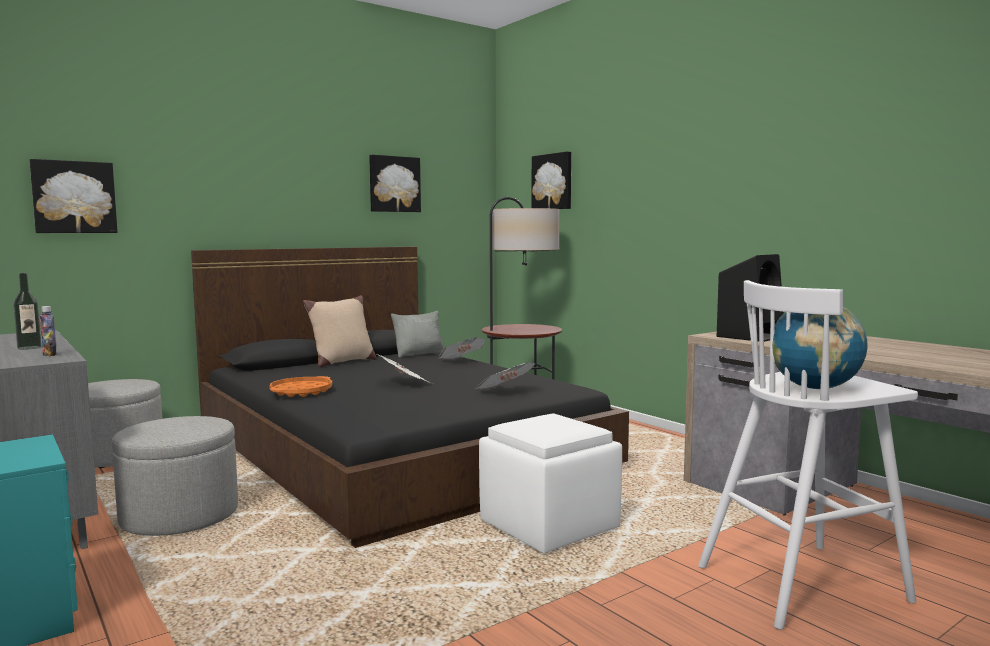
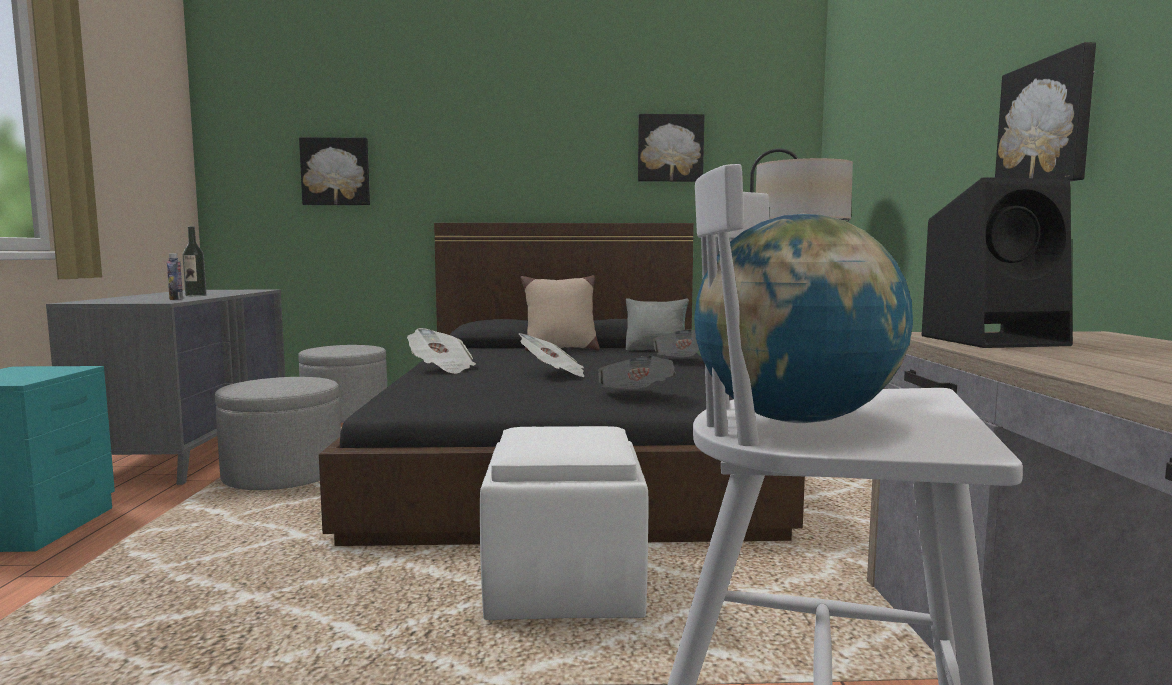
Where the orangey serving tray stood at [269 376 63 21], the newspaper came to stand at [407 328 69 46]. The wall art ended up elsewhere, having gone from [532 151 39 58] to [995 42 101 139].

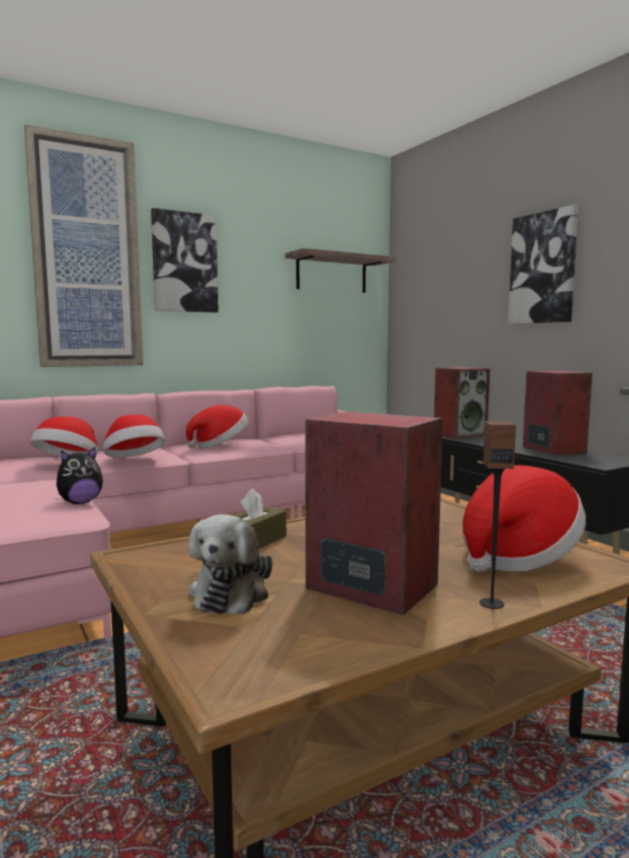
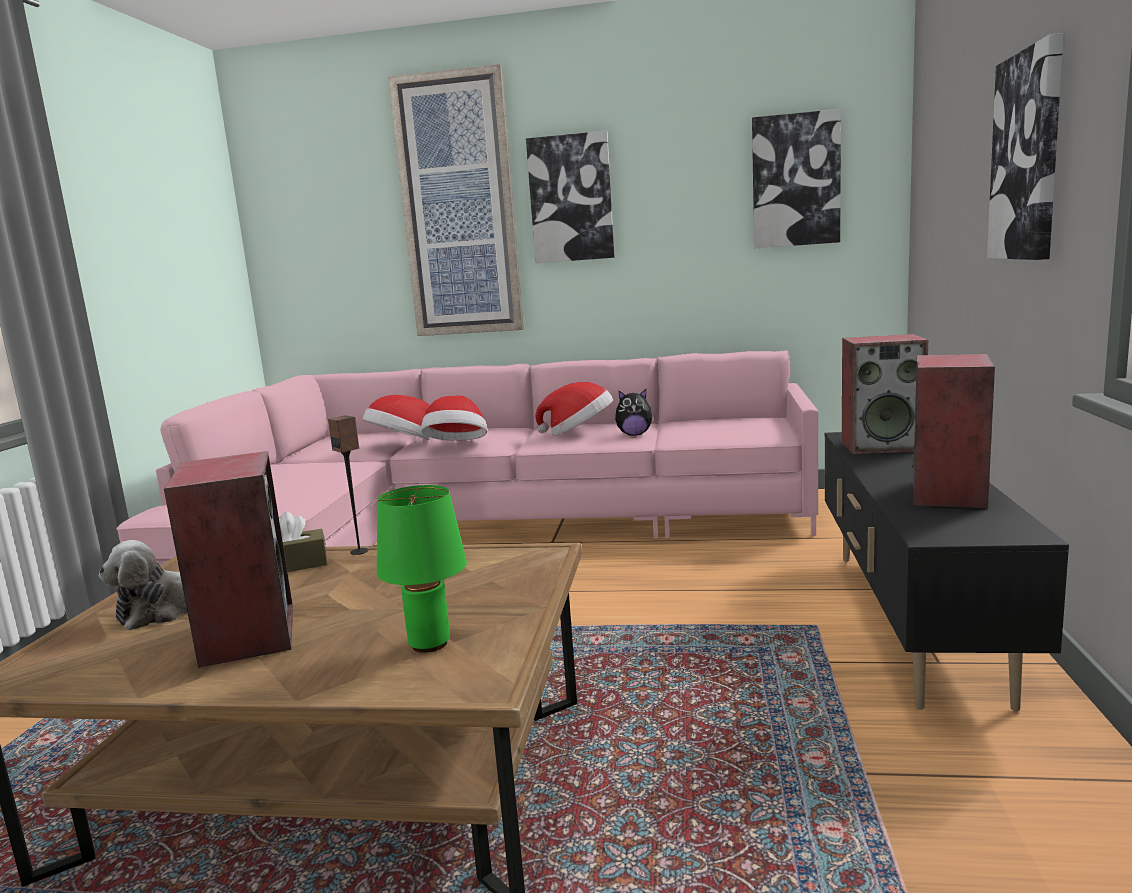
The cuddly toy ended up elsewhere, having gone from [56 447 47 57] to [615 389 40 47]. Where the shelf hung at [285 248 111 45], the wall art came to hang at [752 109 89 139]. Where the clothing hat stood at [462 465 124 107], the green-coloured tabletop lamp came to stand at [377 485 90 168]. The loudspeaker ended up elsewhere, having gone from [479 421 37 188] to [328 415 41 140].

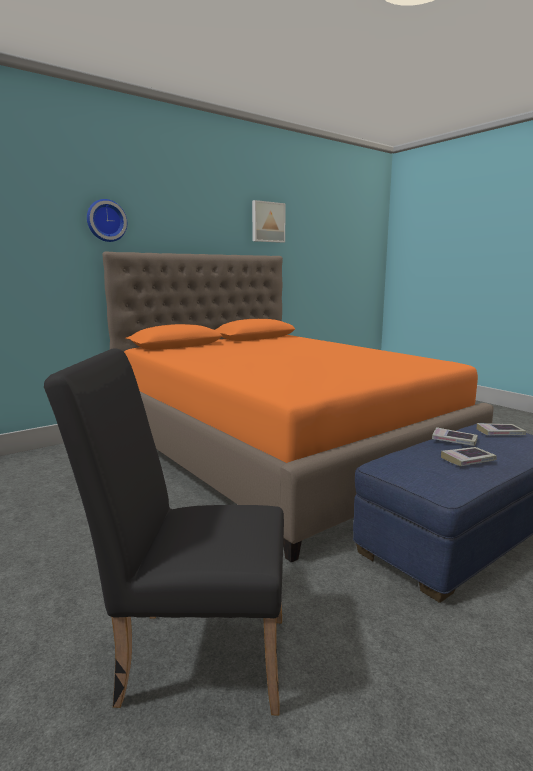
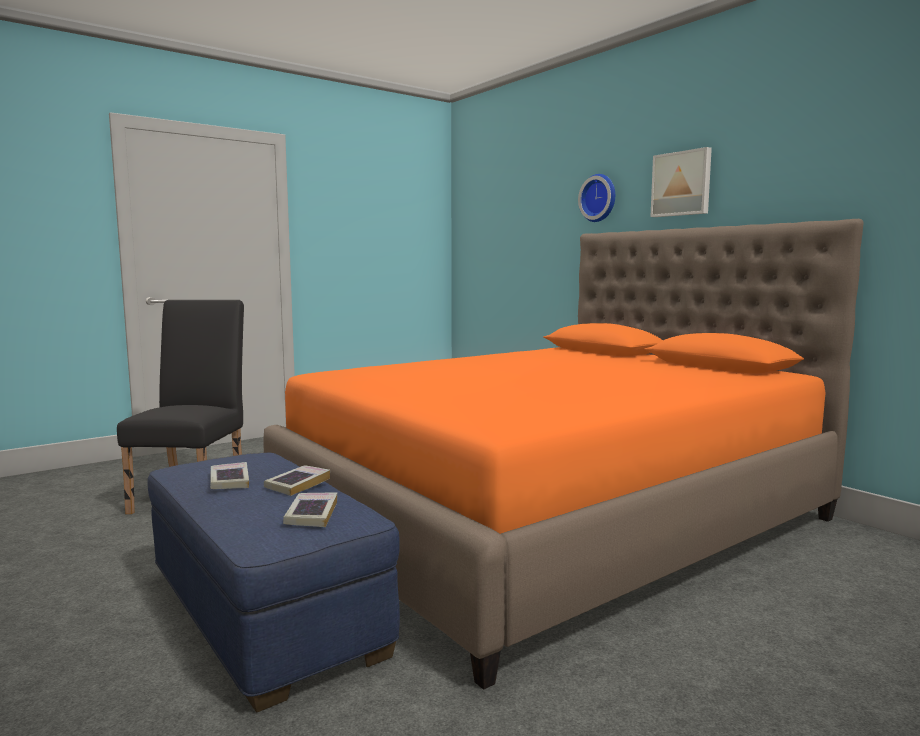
The wall art ended up elsewhere, having gone from [252 200 34 43] to [650 147 62 70].

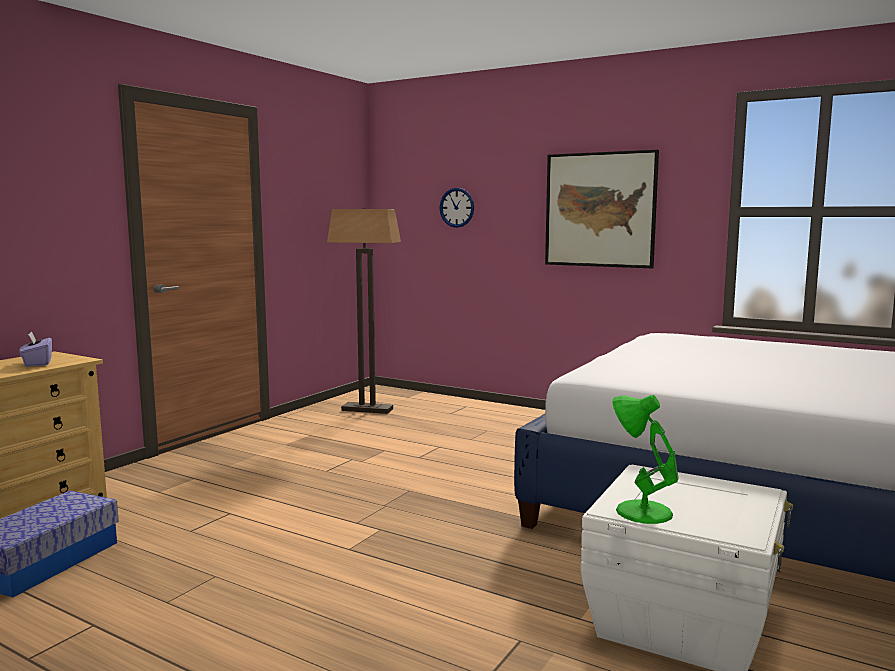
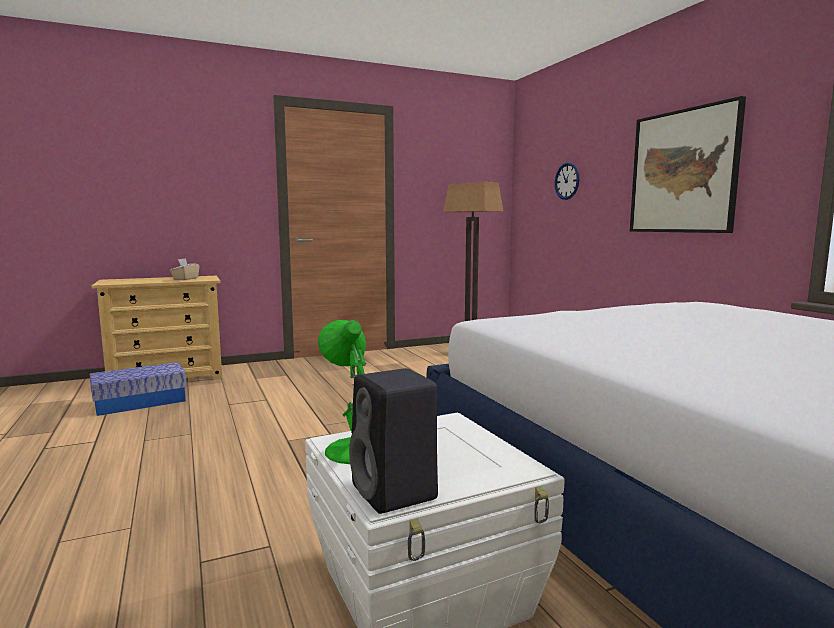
What was the purple-coloured box of tissues at [19 331 33 36] turned into the sand-coloured box of tissues at [170 258 29 22]. The second view gained the blackish loudspeaker at [349 368 89 146].

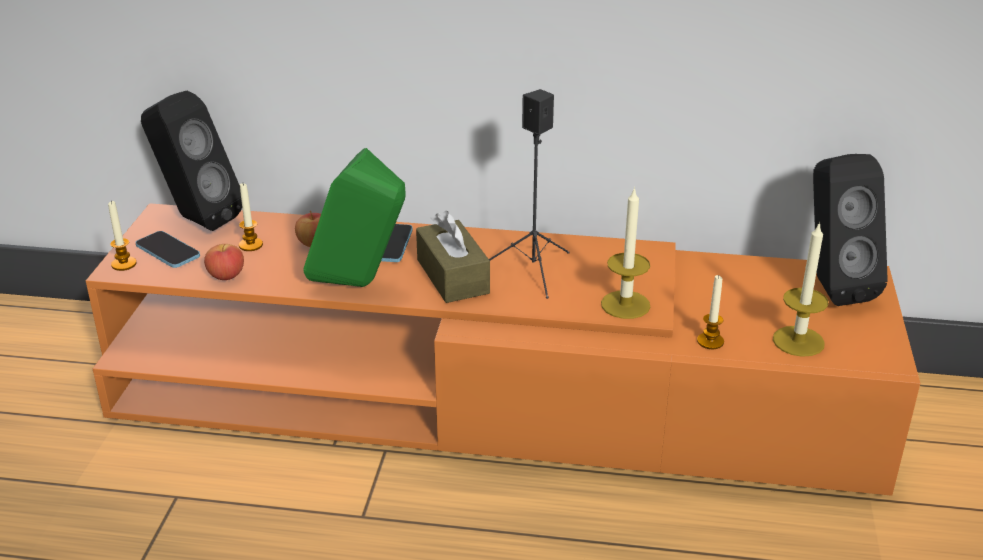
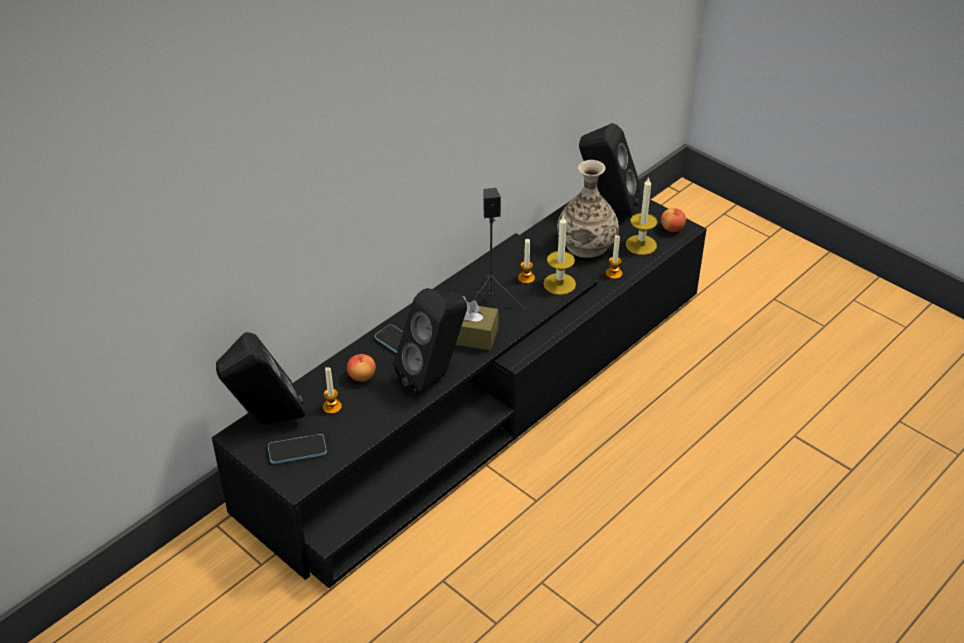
What was the orangey tv unit at [86 203 834 293] turned into the blackish tv unit at [212 194 495 394]. The wax candle ended up elsewhere, having gone from [108 201 29 70] to [518 239 17 45]. The whole apple ended up elsewhere, having gone from [204 244 40 36] to [661 208 25 24]. What was the green-coloured loudspeaker at [304 148 102 139] turned into the blackish loudspeaker at [394 288 73 107]. The second view gained the vase at [557 160 62 98].

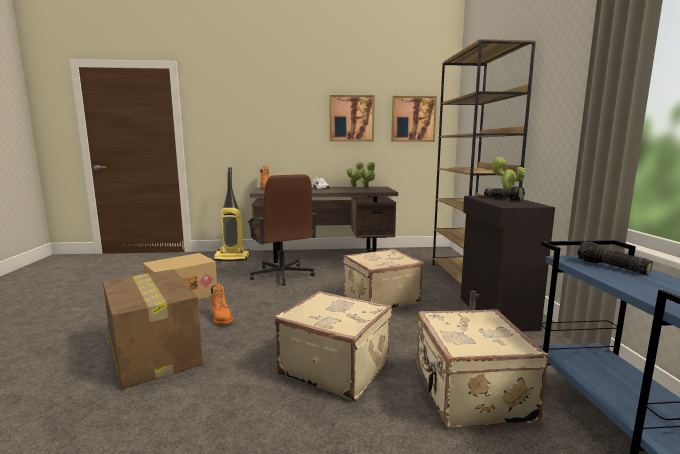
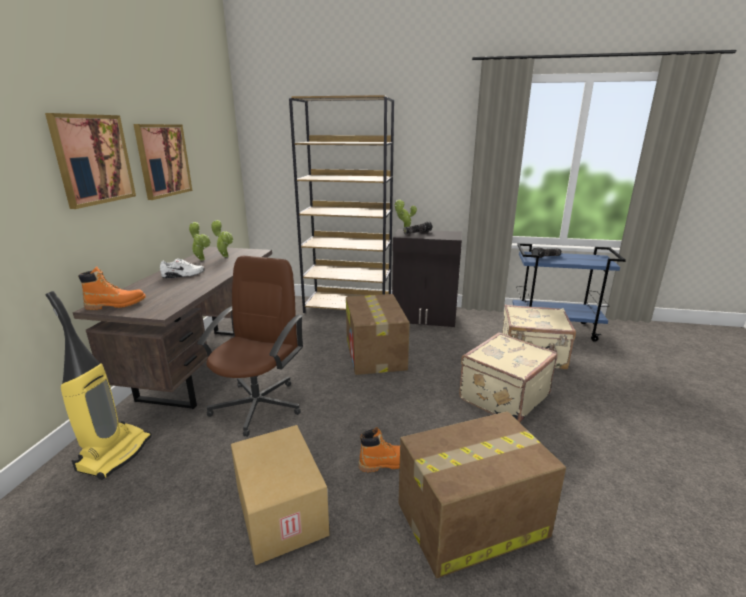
The brown-coloured computer chair at [248 174 68 112] ended up facing another way, 60 degrees counterclockwise from before. Where the sand-coloured travel case stood at [343 249 81 59], the carton came to stand at [346 294 64 81]. The wall art ended up elsewhere, having gone from [391 96 46 46] to [45 113 91 96].

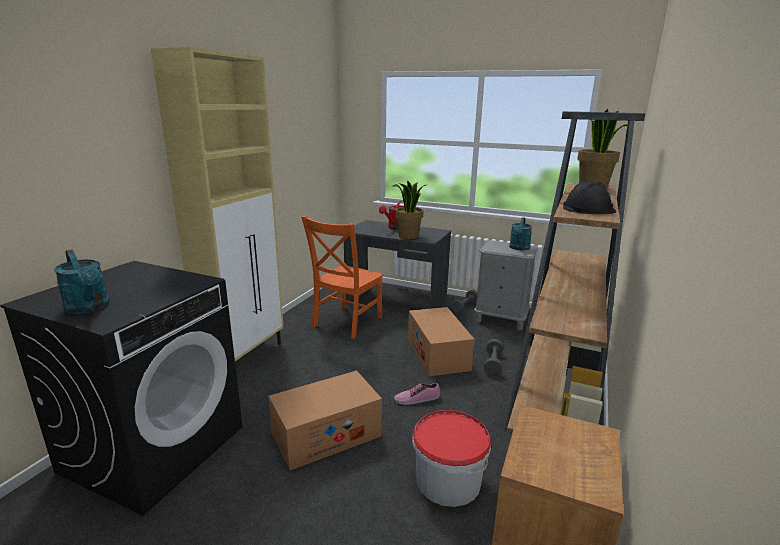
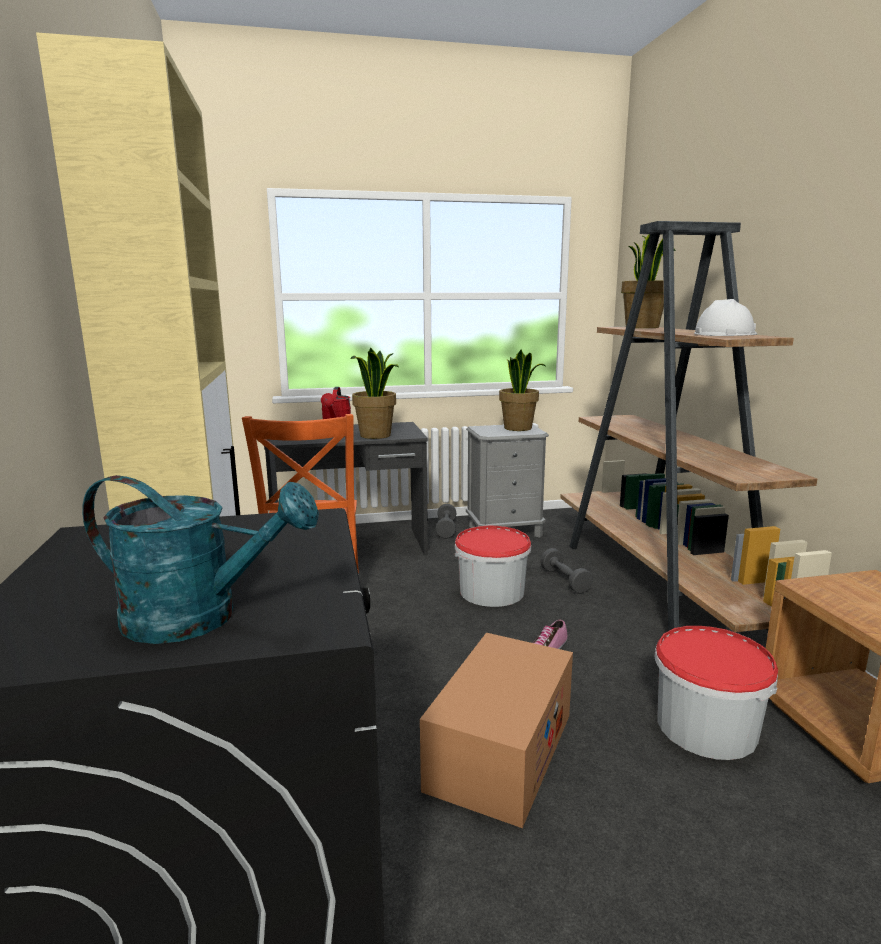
Where the carton stood at [408 307 67 69], the pail came to stand at [455 526 76 81]. Where the turquoise watering pot stood at [509 217 23 33], the potted plant came to stand at [499 349 47 82]. What was the blackish safety helmet at [563 181 54 33] turned into the whitish safety helmet at [694 299 63 37].

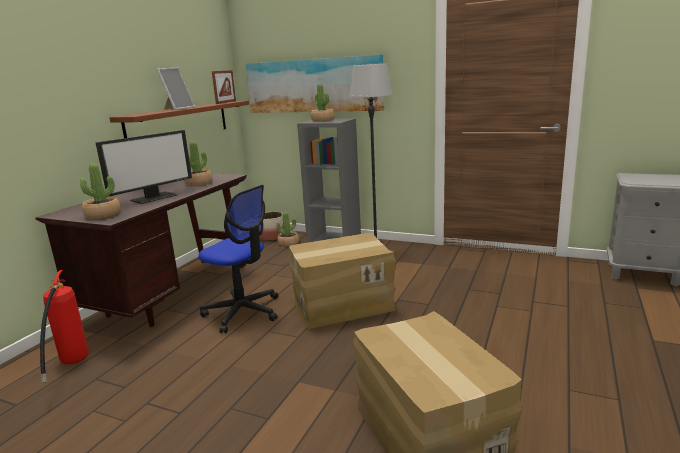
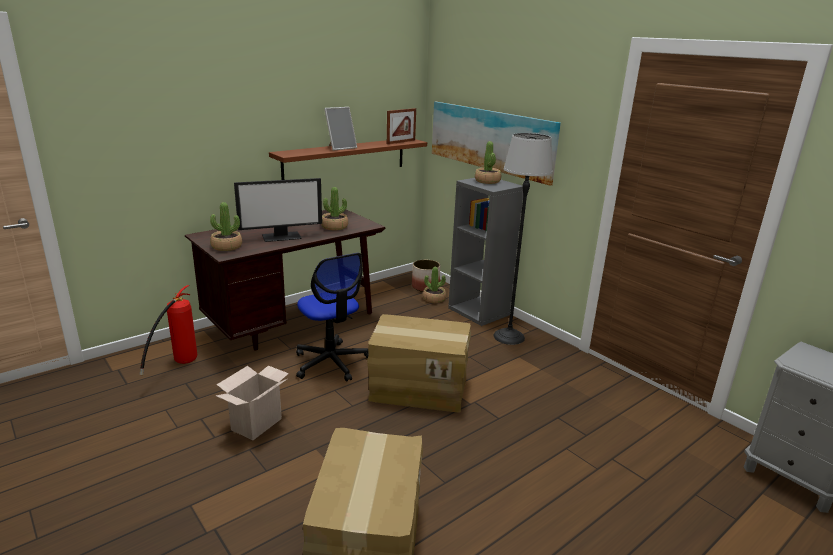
The second view gained the carton at [215 366 74 74].

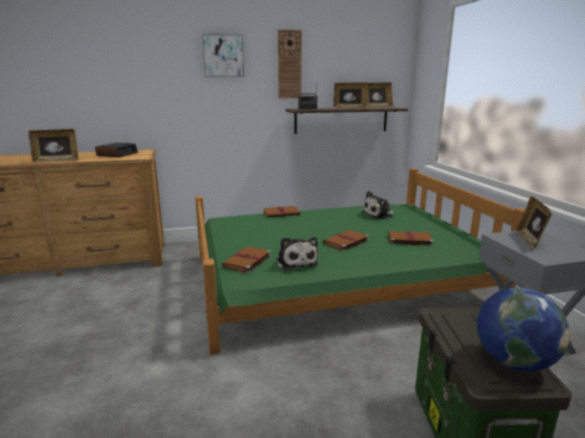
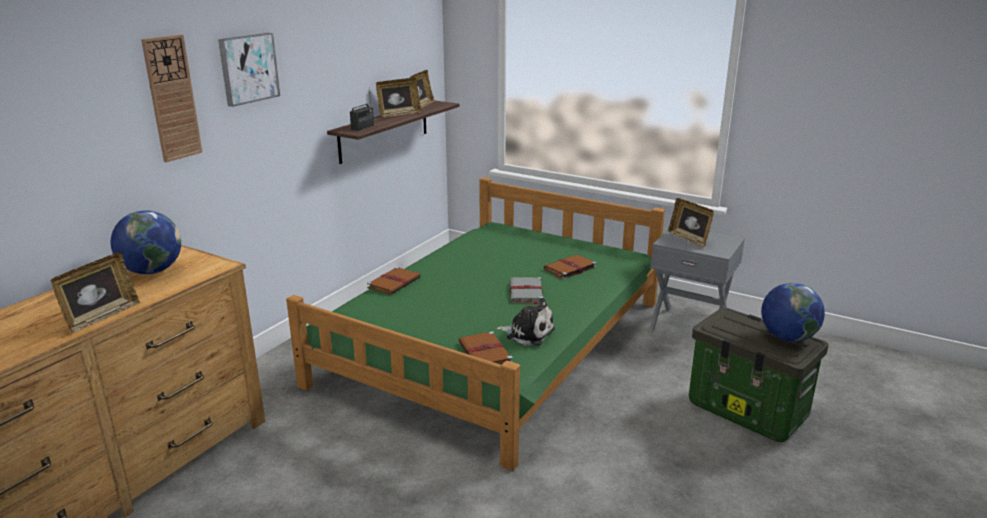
Where the table clock stood at [95 143 43 14], the world globe came to stand at [111 210 70 64]. The wall clock ended up elsewhere, having gone from [278 29 24 70] to [141 35 61 127]. What was the brown-coloured bound book at [323 230 47 21] turned into the greyish bound book at [510 277 33 29]. The second view lost the cuddly toy at [362 191 32 29].

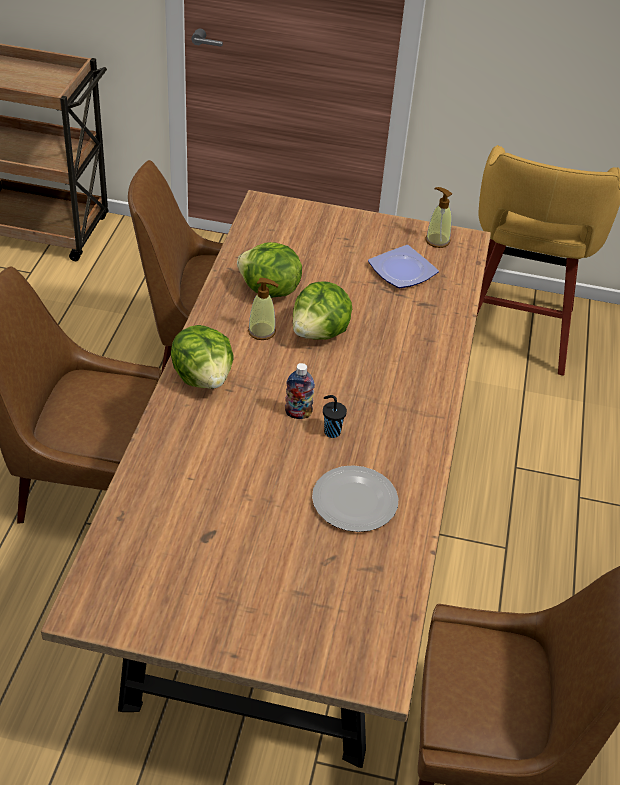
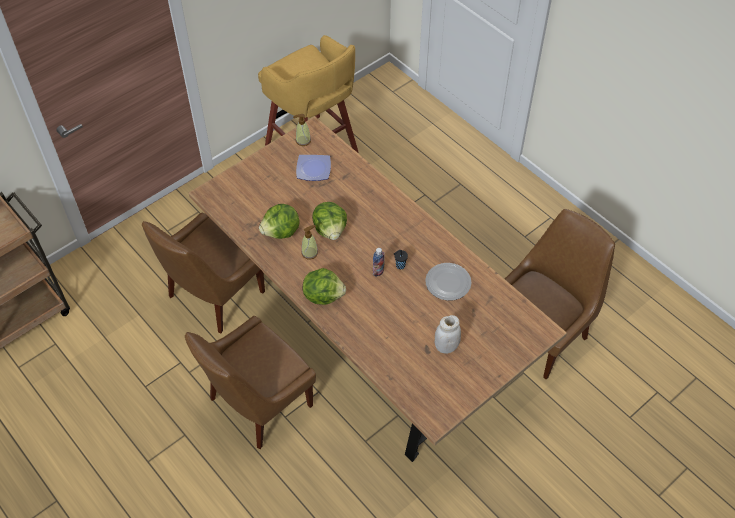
The second view gained the whitish preserve jar at [435 315 26 39].

